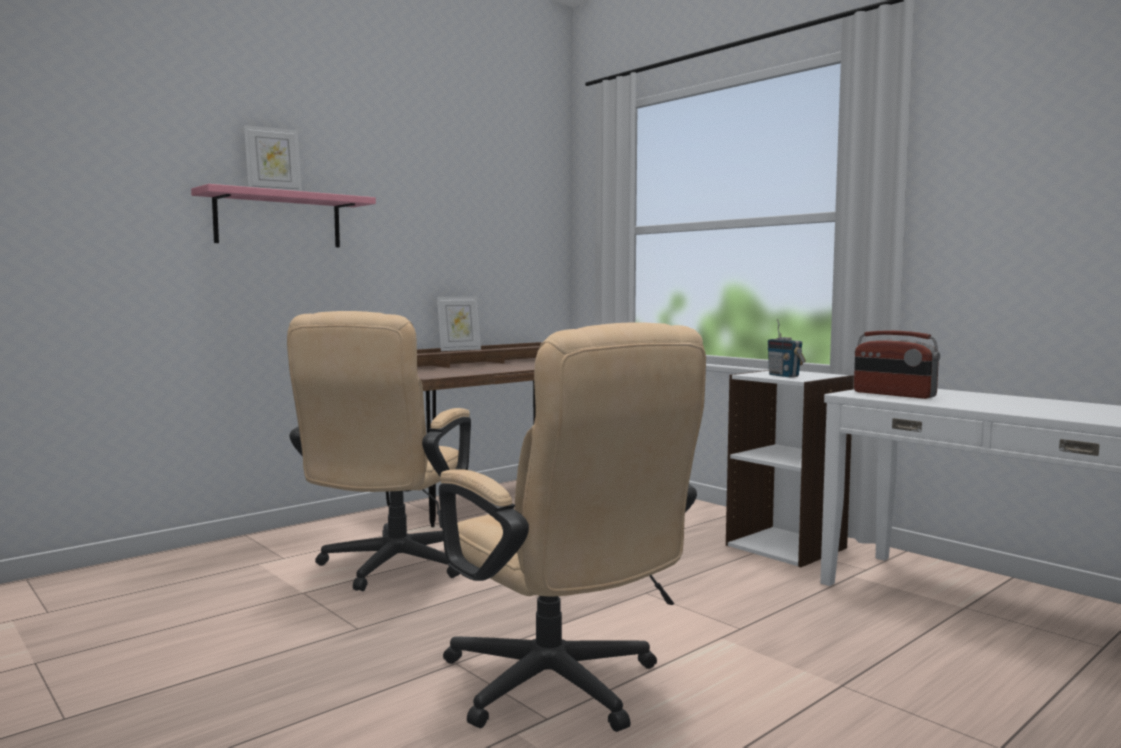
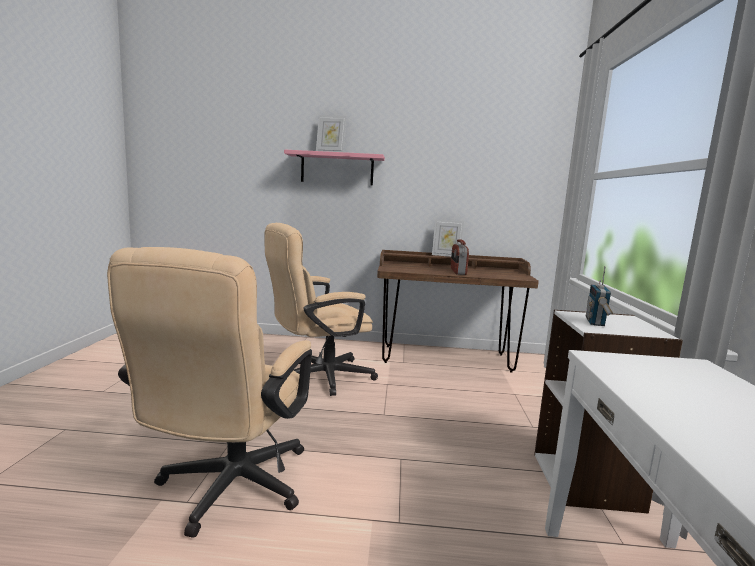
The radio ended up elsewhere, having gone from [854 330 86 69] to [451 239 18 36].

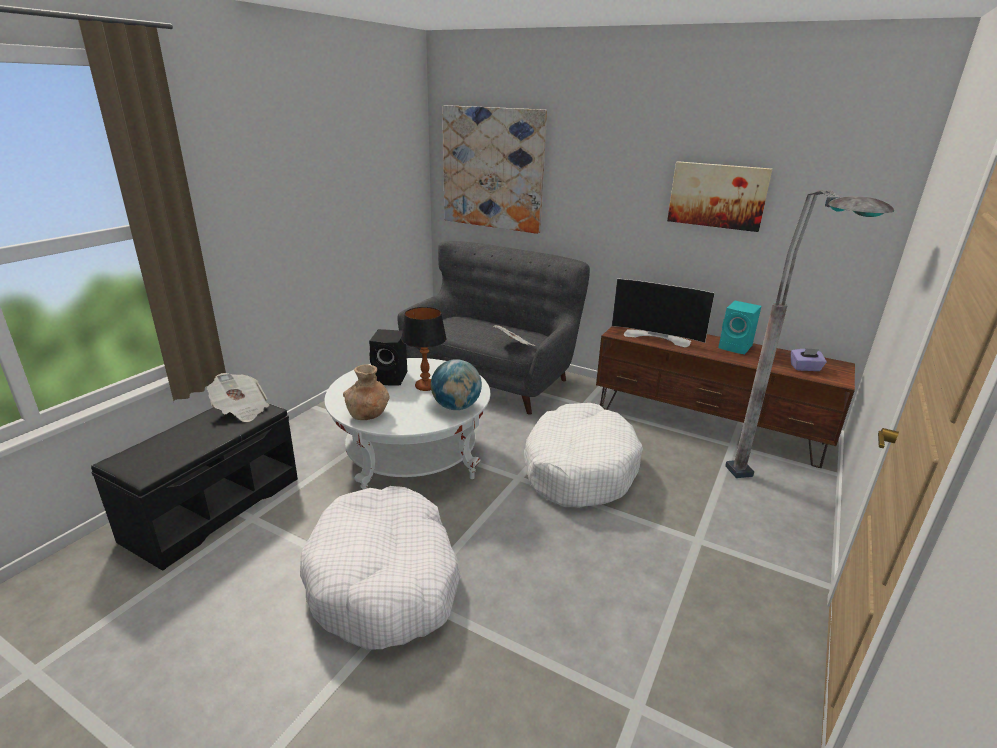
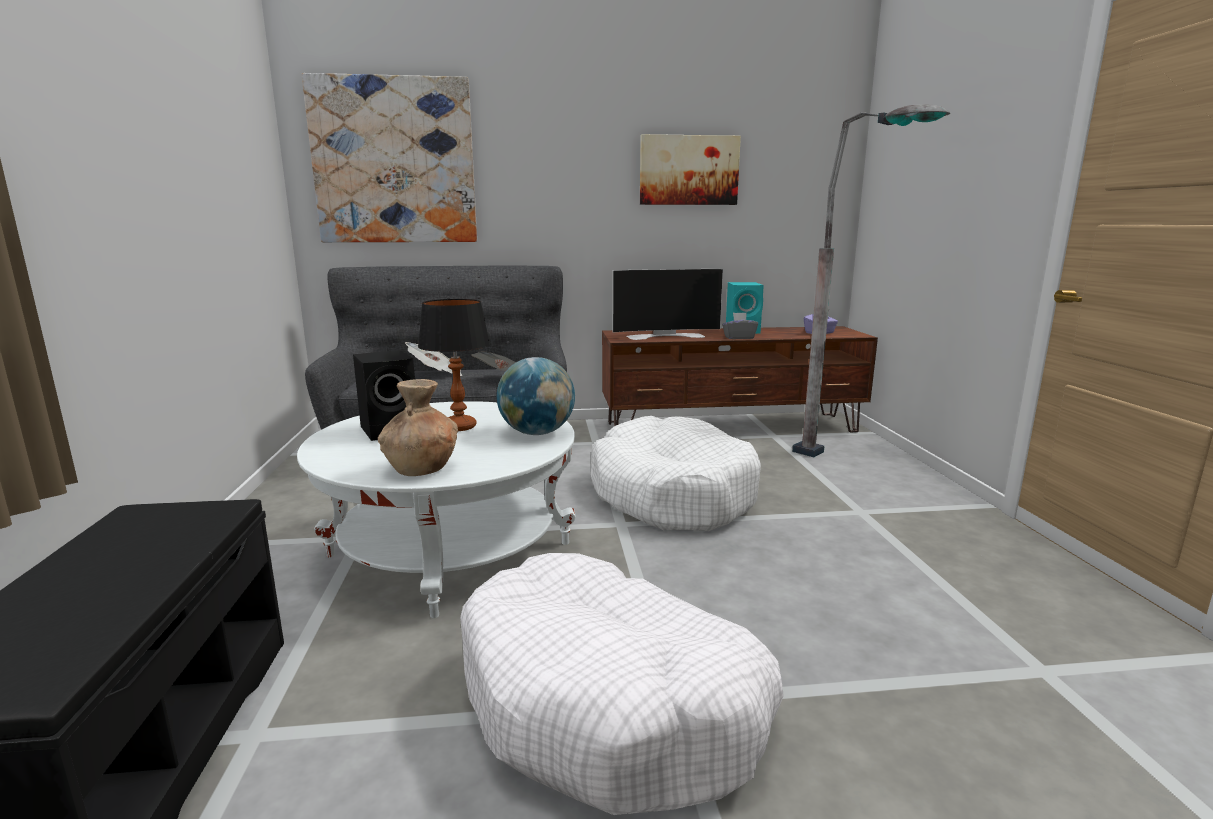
The newspaper ended up elsewhere, having gone from [207 373 62 49] to [405 342 57 34]. The second view gained the greyish box of tissues at [722 312 36 27].

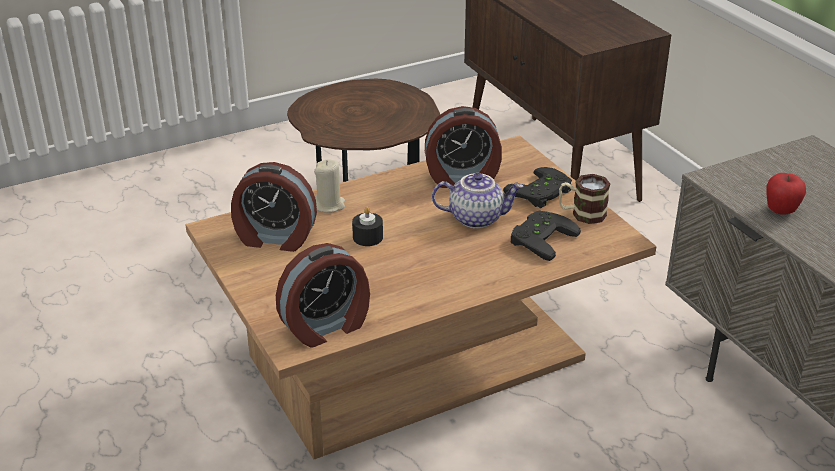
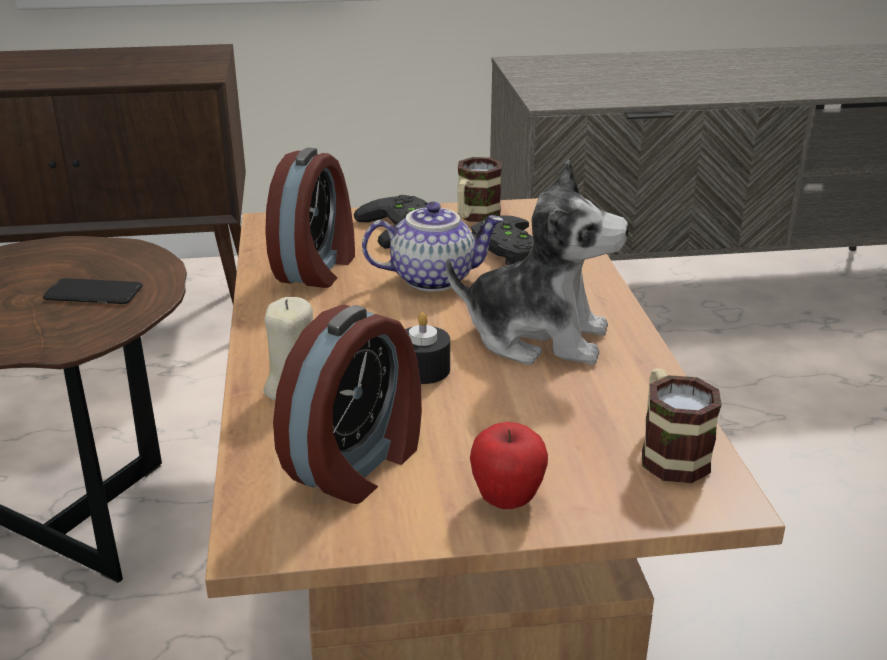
Where the table clock stood at [276 243 94 105], the tea mug came to stand at [642 368 80 115]. The pot for tea at [432 172 92 57] ended up facing another way, 60 degrees clockwise from before. The whole apple ended up elsewhere, having gone from [766 173 40 42] to [470 422 78 87]. The second view gained the phone at [43 278 100 26]. The second view gained the cuddly toy at [446 160 183 205].

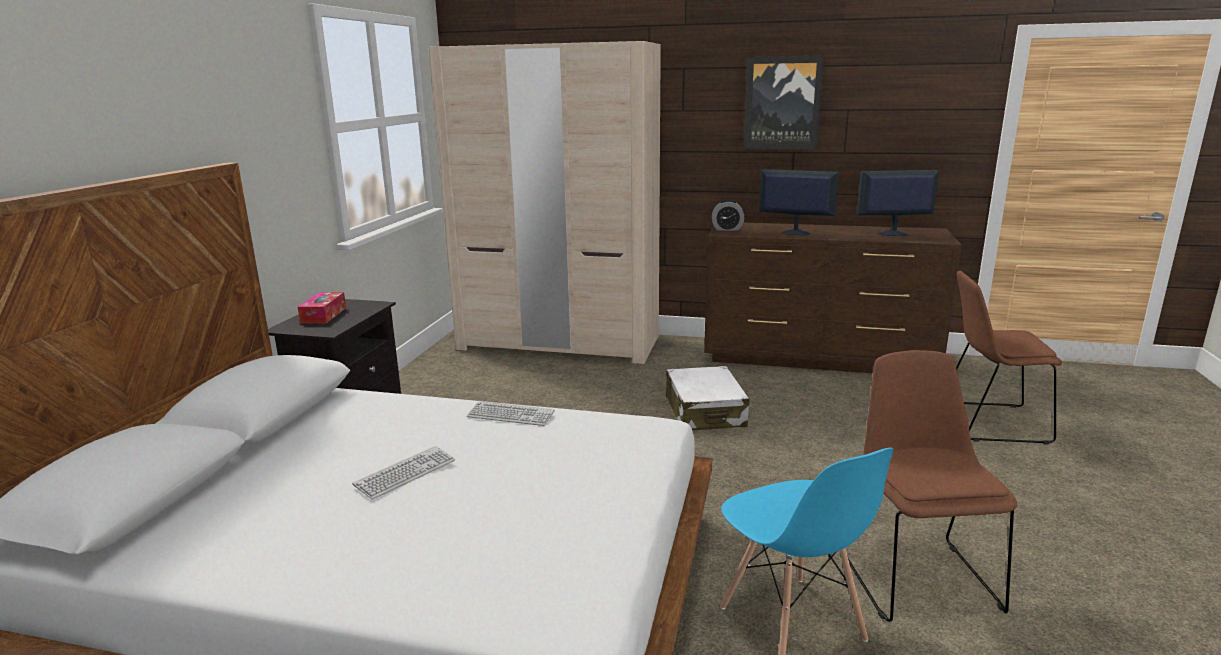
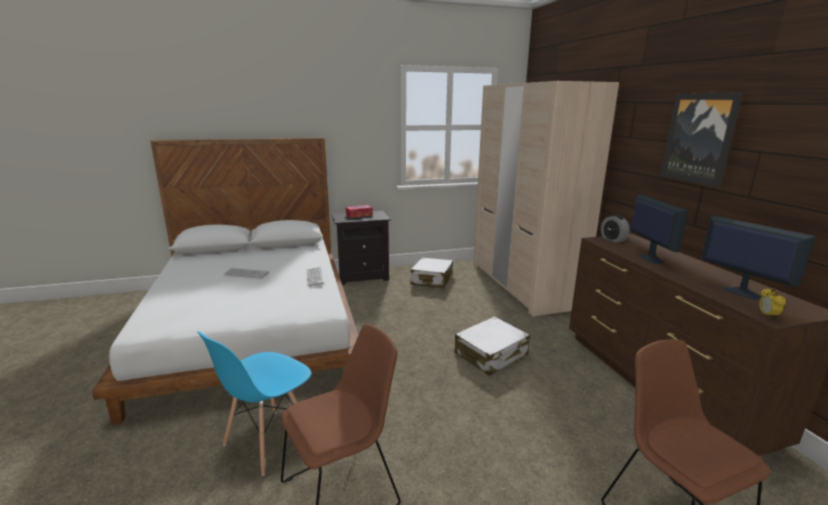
The second view gained the whitish travel case at [411 258 42 30]. The second view gained the table clock at [759 288 27 31].

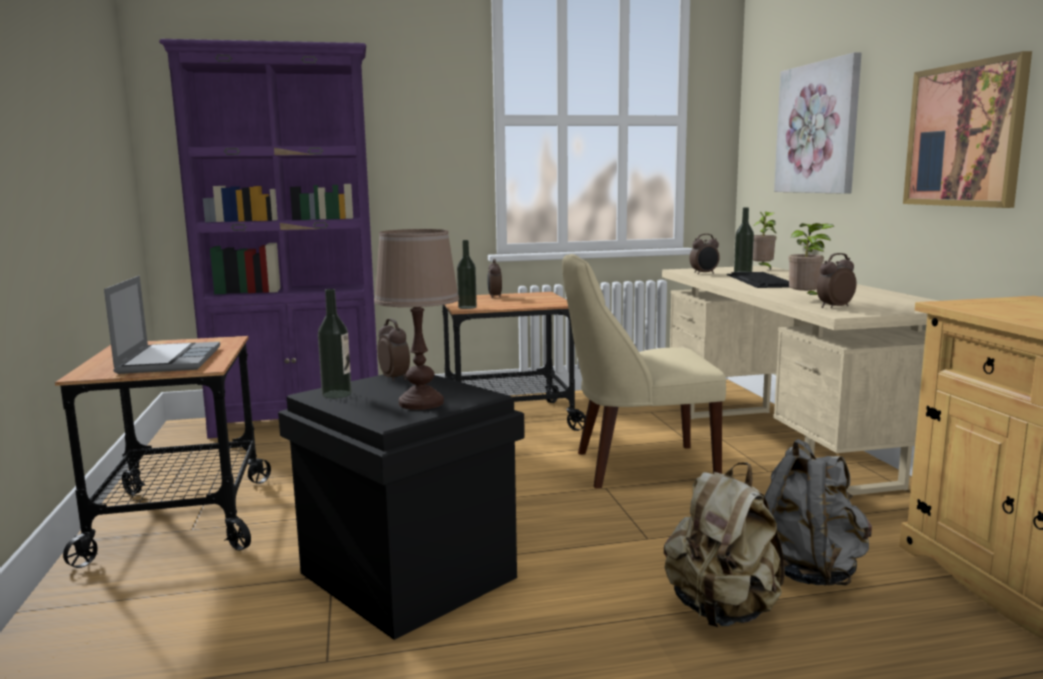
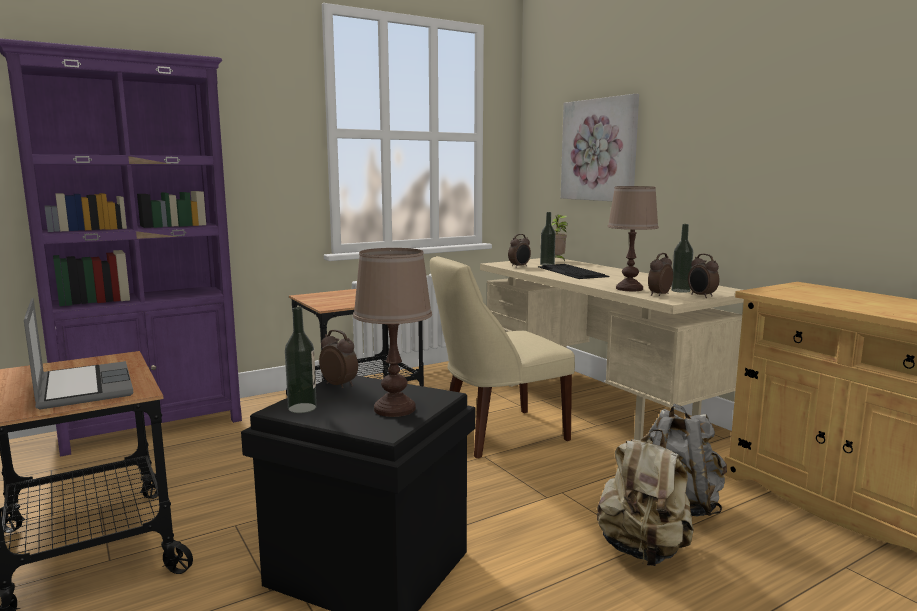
The beverage bottle ended up elsewhere, having gone from [457 240 20 69] to [671 224 22 69]. The table clock ended up elsewhere, having gone from [487 259 15 39] to [688 254 31 44]. Where the potted plant stood at [788 223 46 72], the brown-coloured tabletop lamp came to stand at [608 186 51 105]. The second view lost the wall art at [903 51 129 157].

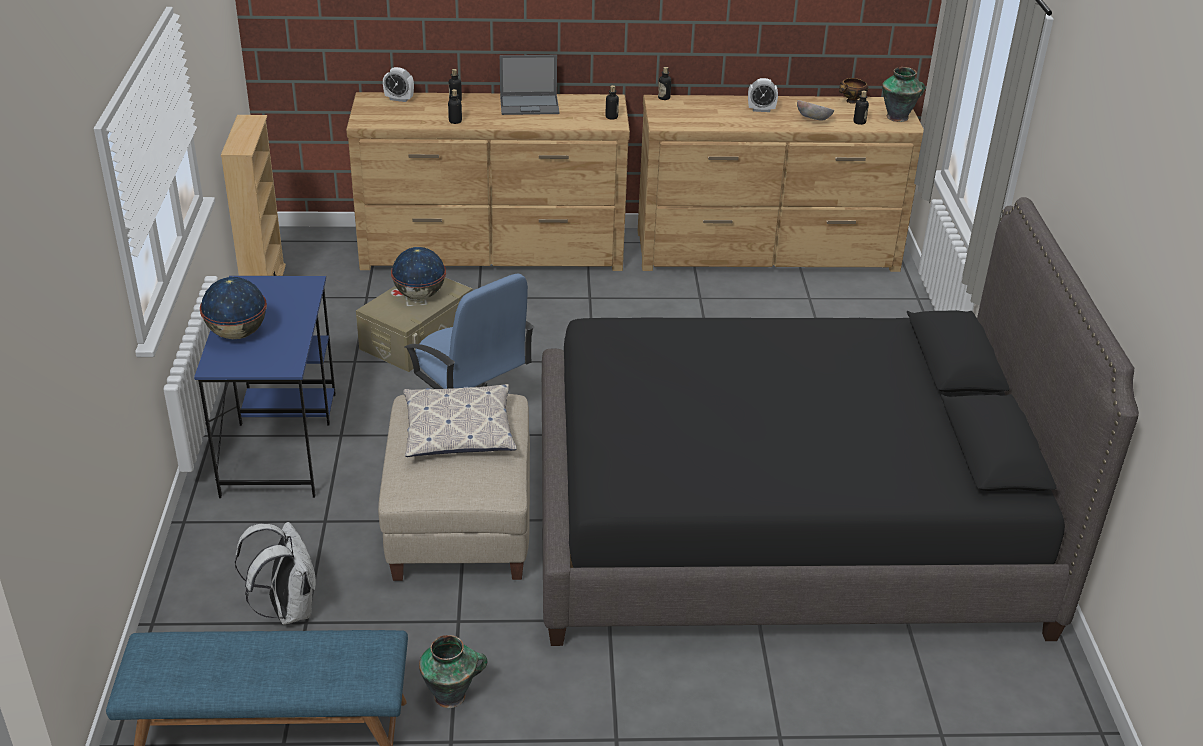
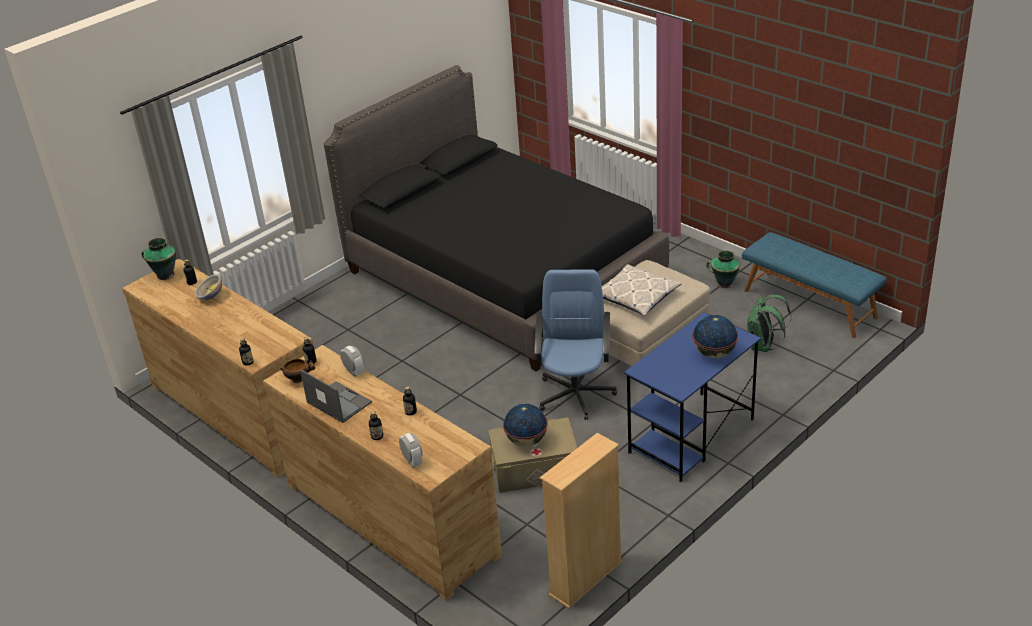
What was the whitish rucksack at [235 522 81 103] turned into the green-coloured rucksack at [747 295 44 57]. The table clock ended up elsewhere, having gone from [748 78 30 34] to [340 346 24 31]. The serving bowl ended up elsewhere, having gone from [839 78 29 26] to [280 359 36 24].

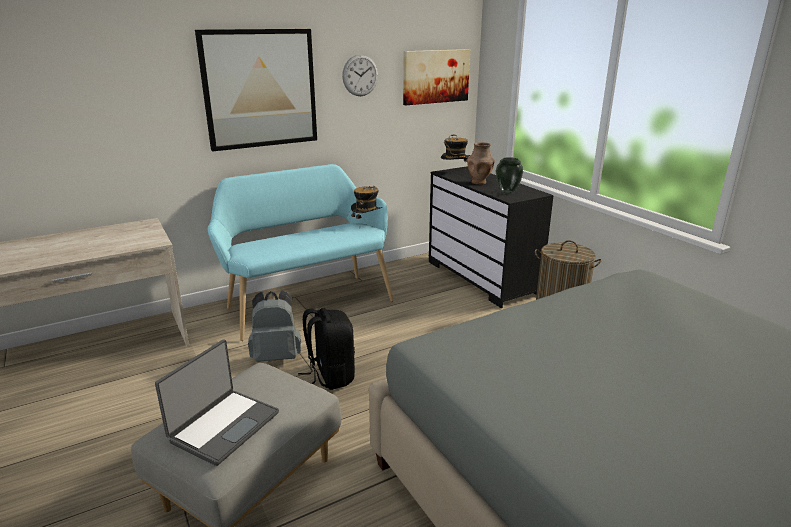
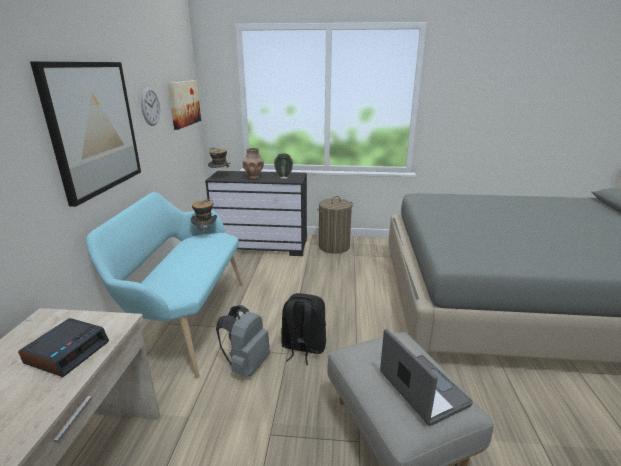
The second view gained the table clock at [18 318 91 59].

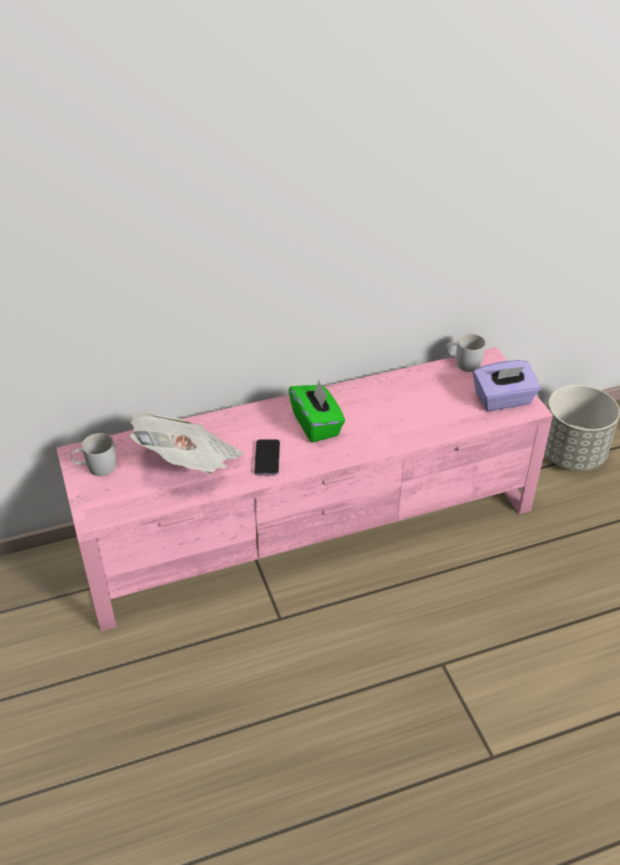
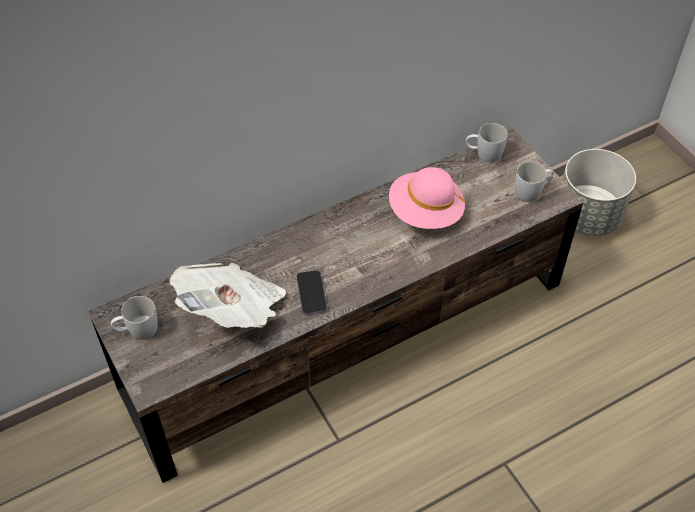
What was the pink-coloured tv unit at [56 347 497 284] turned into the brown-coloured tv unit at [88 129 495 354]. The second view lost the green-coloured box of tissues at [289 381 56 62]. Where the purple-coloured box of tissues stood at [473 360 67 51], the whitish tea mug came to stand at [515 162 38 40]. The second view gained the pink-coloured clothing hat at [389 167 76 62].

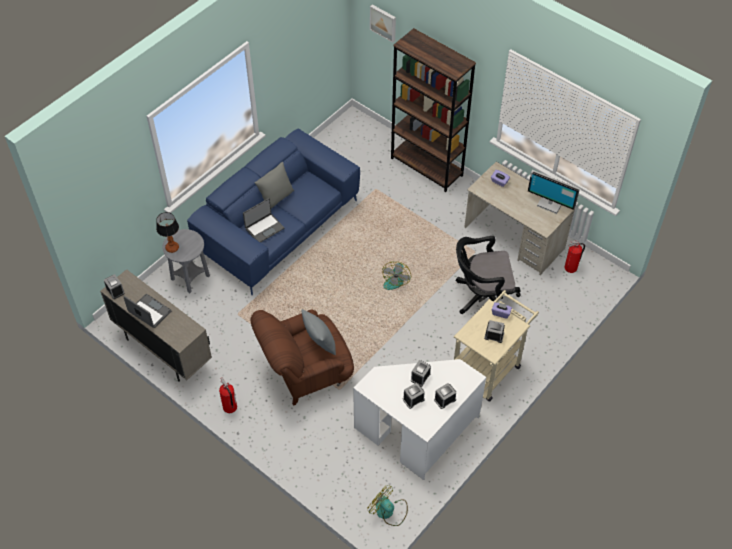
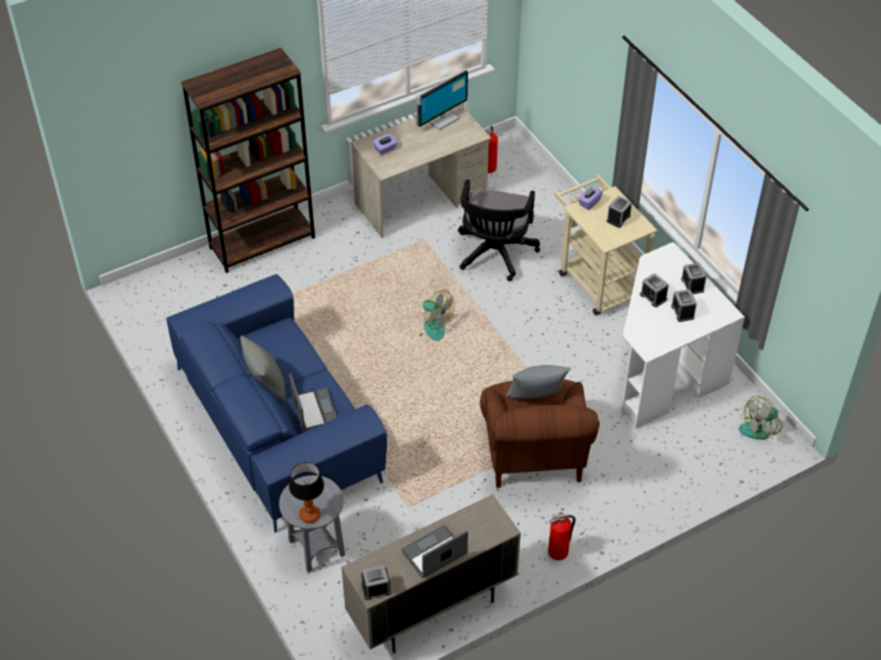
The second view lost the wall art at [370 4 26 39].

